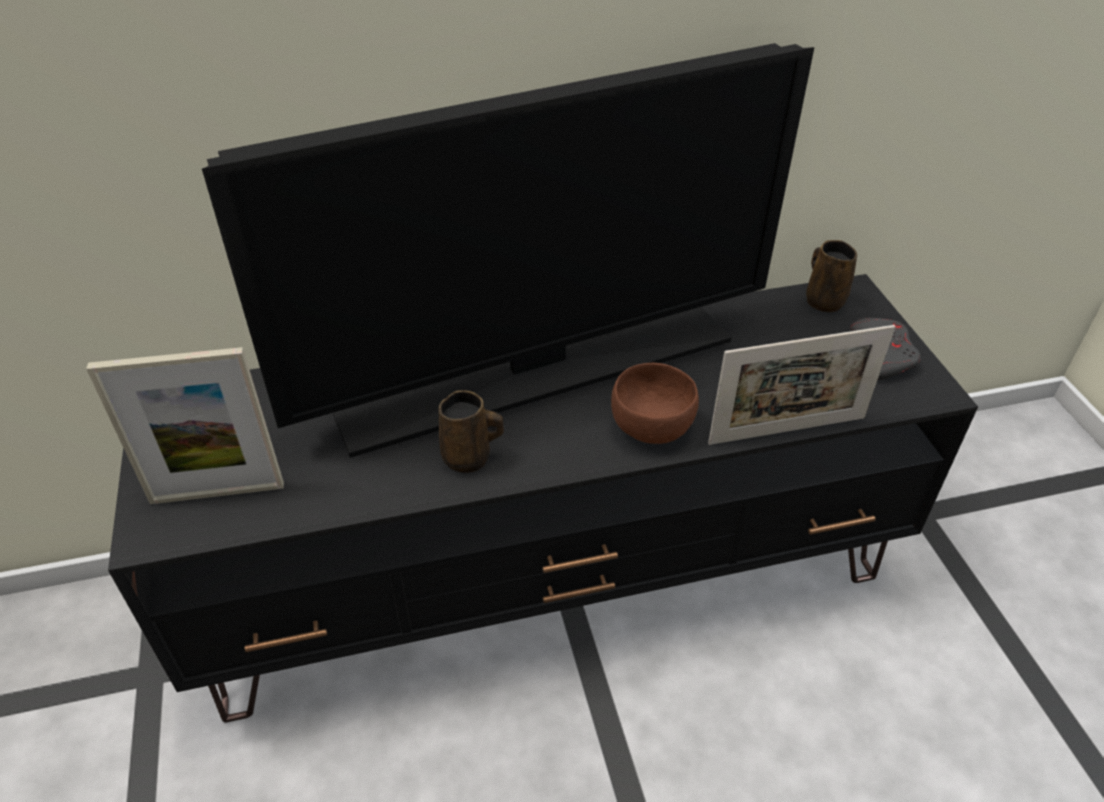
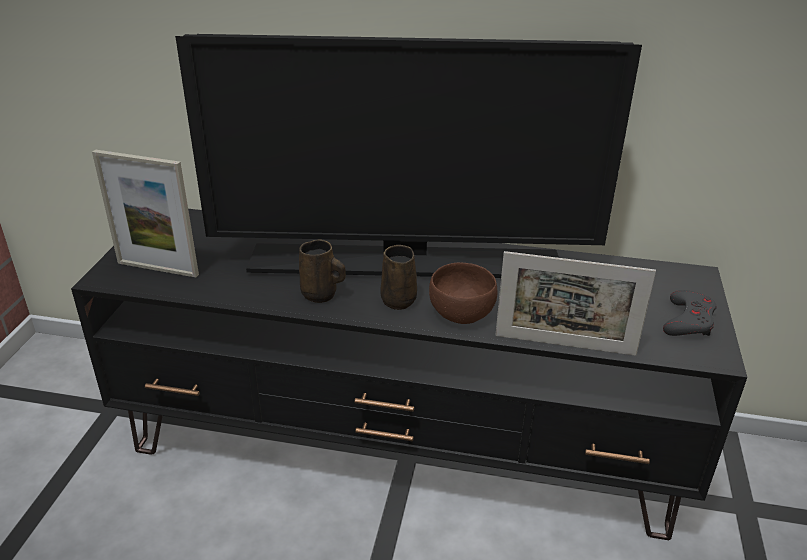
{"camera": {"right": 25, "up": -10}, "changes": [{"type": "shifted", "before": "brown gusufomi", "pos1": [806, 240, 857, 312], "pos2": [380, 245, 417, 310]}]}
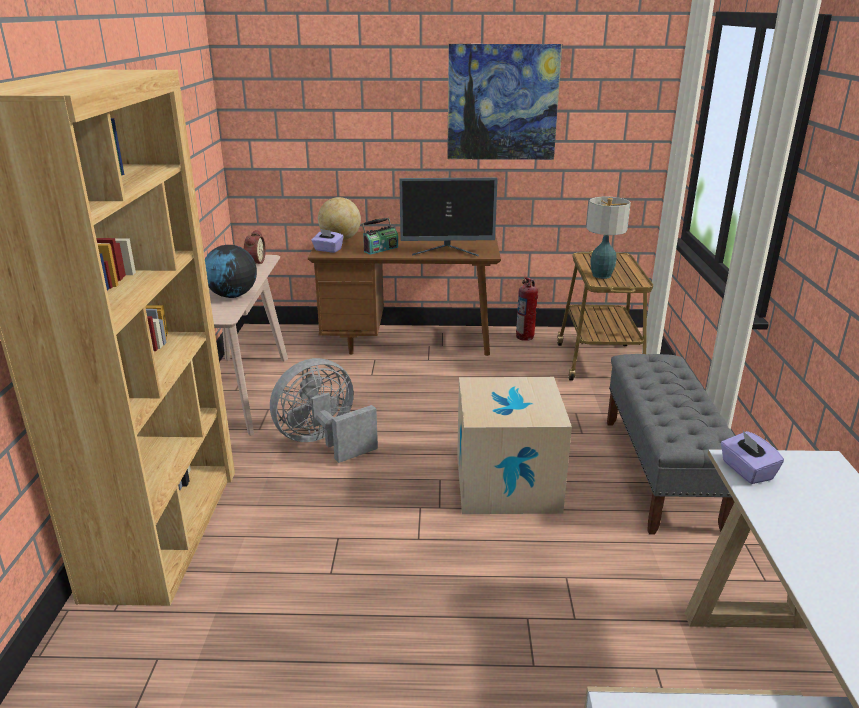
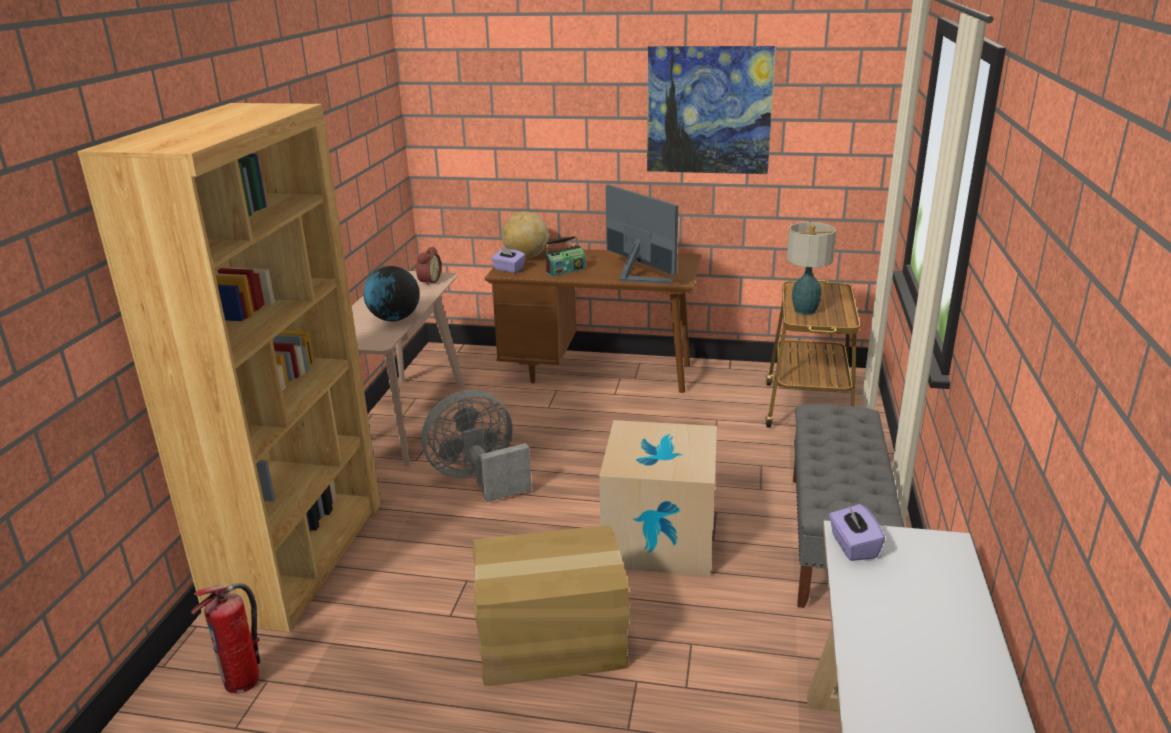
{"camera": {"right": 10, "up": 0}, "changes": [{"type": "rotated", "before": "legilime", "pos1": [399, 178, 498, 256], "pos2": [606, 185, 678, 284], "turn": -135}, {"type": "shifted", "before": "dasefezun", "pos1": [516, 277, 538, 341], "pos2": [191, 583, 260, 693]}, {"type": "new", "after": "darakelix", "pos2": [472, 526, 630, 686]}]}
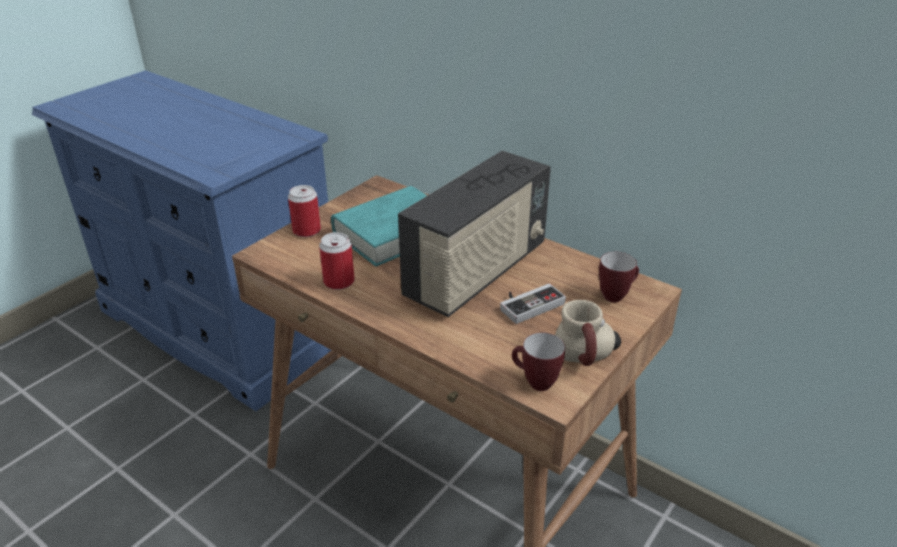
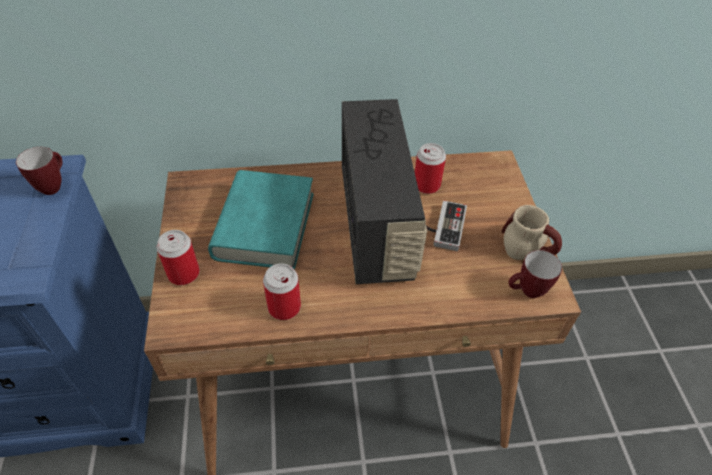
{"camera": {"right": -45, "up": 15}, "changes": [{"type": "shifted", "before": "gusufomi", "pos1": [599, 252, 639, 302], "pos2": [16, 147, 63, 195]}, {"type": "new", "after": "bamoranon", "pos2": [415, 143, 446, 194]}]}
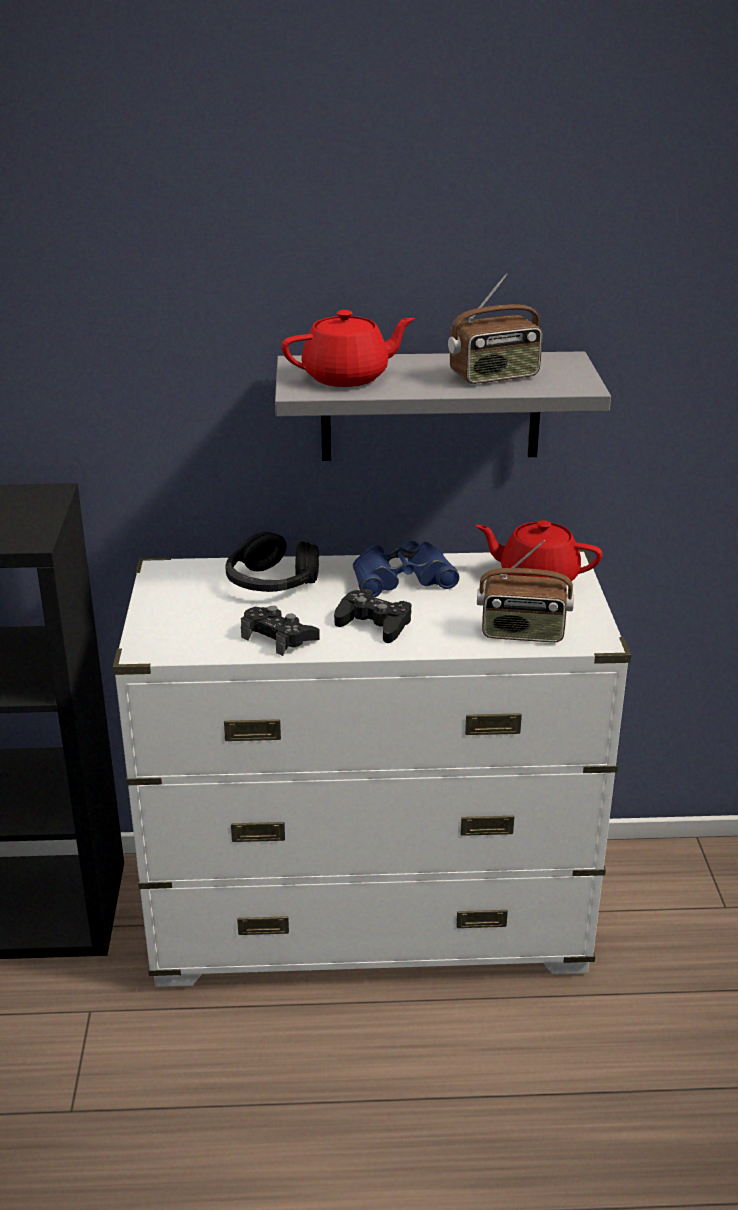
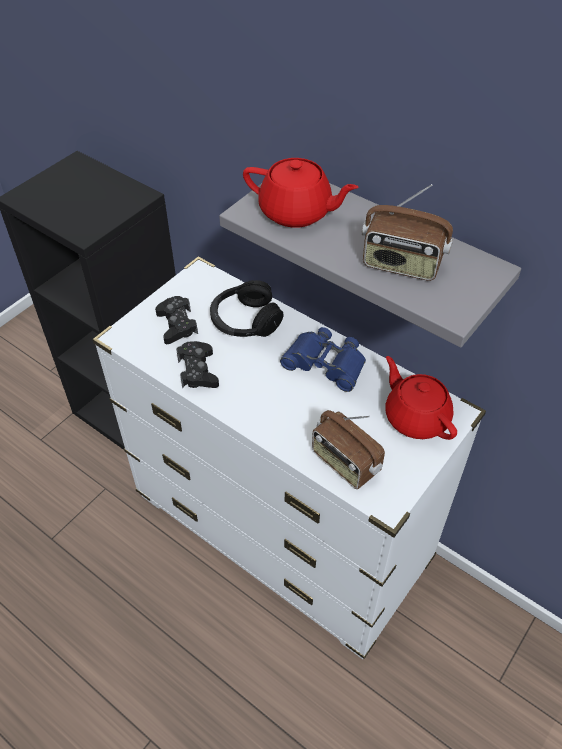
{"camera": {"right": 40, "up": 20}, "changes": [{"type": "shifted", "before": "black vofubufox", "pos1": [334, 589, 412, 643], "pos2": [155, 296, 198, 344]}]}
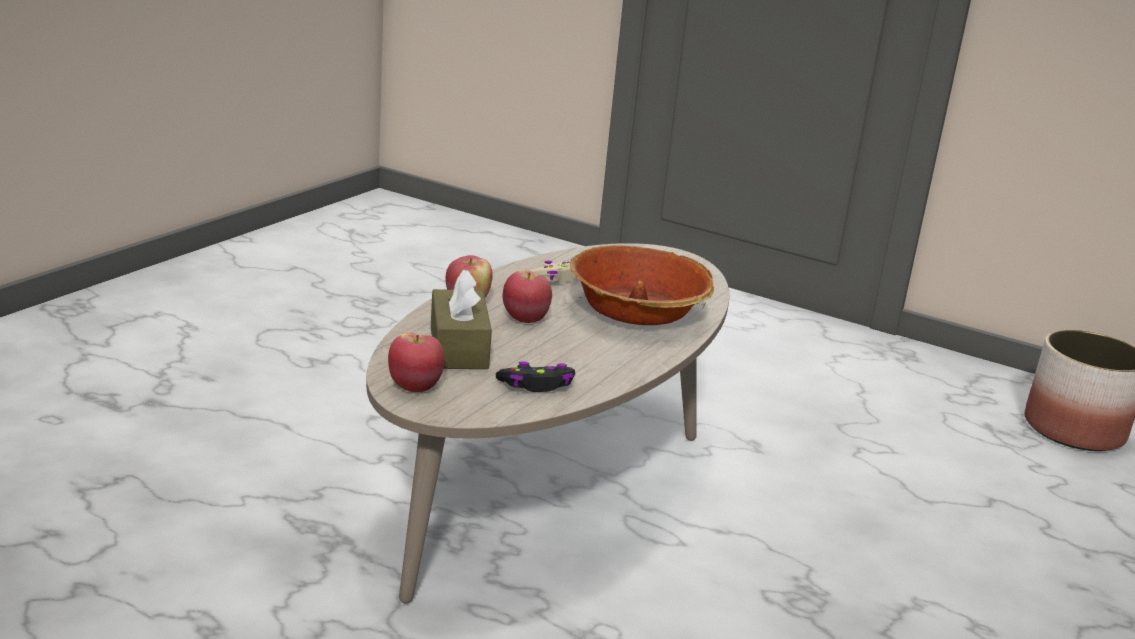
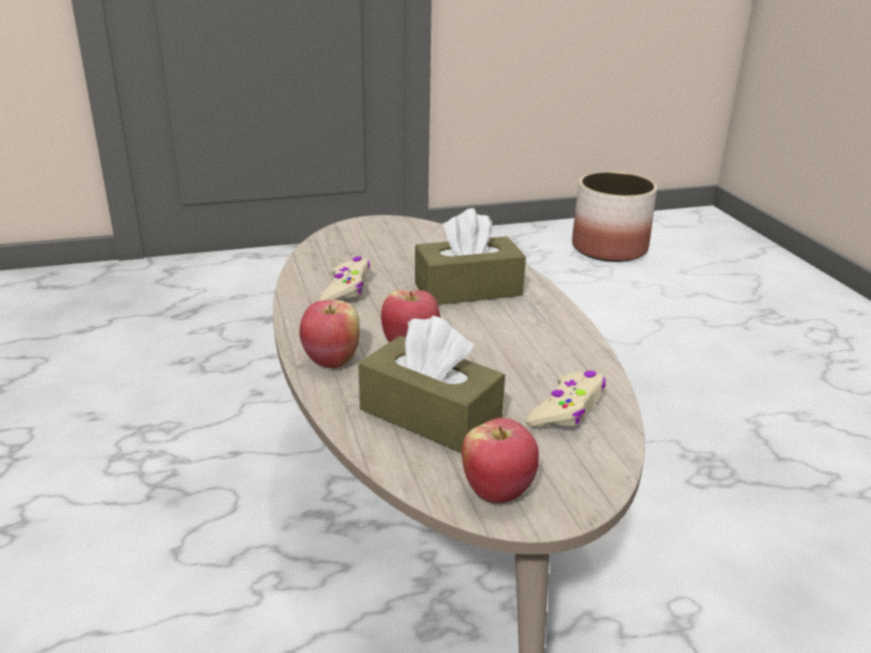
{"camera": {"right": -45, "up": 5}, "changes": [{"type": "swapped", "before": "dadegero", "after": "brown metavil", "pos1": [570, 245, 714, 325], "pos2": [415, 208, 526, 305]}, {"type": "repainted", "before": "black vofubufox", "after": "beige vofubufox", "pos1": [496, 361, 575, 392], "pos2": [525, 371, 606, 428]}]}
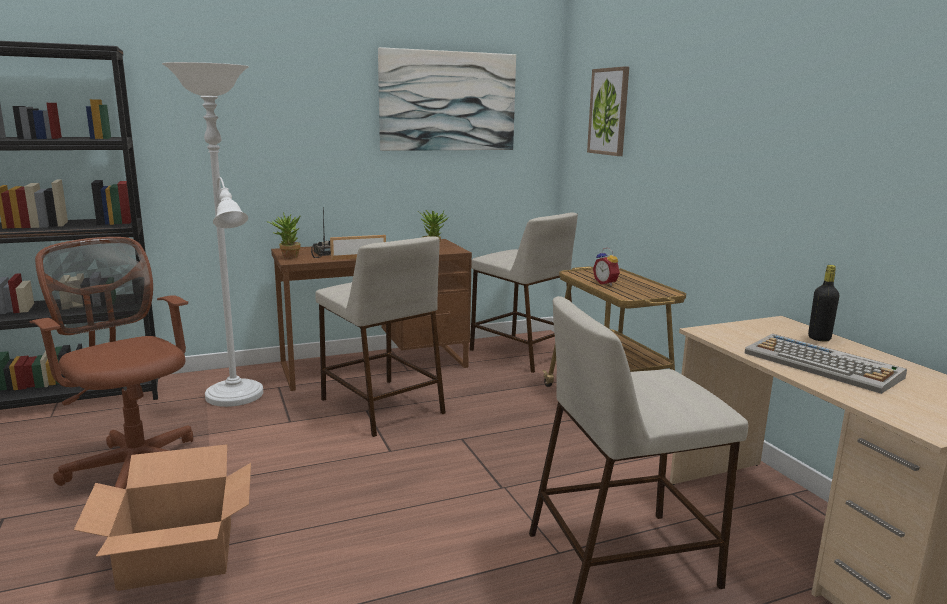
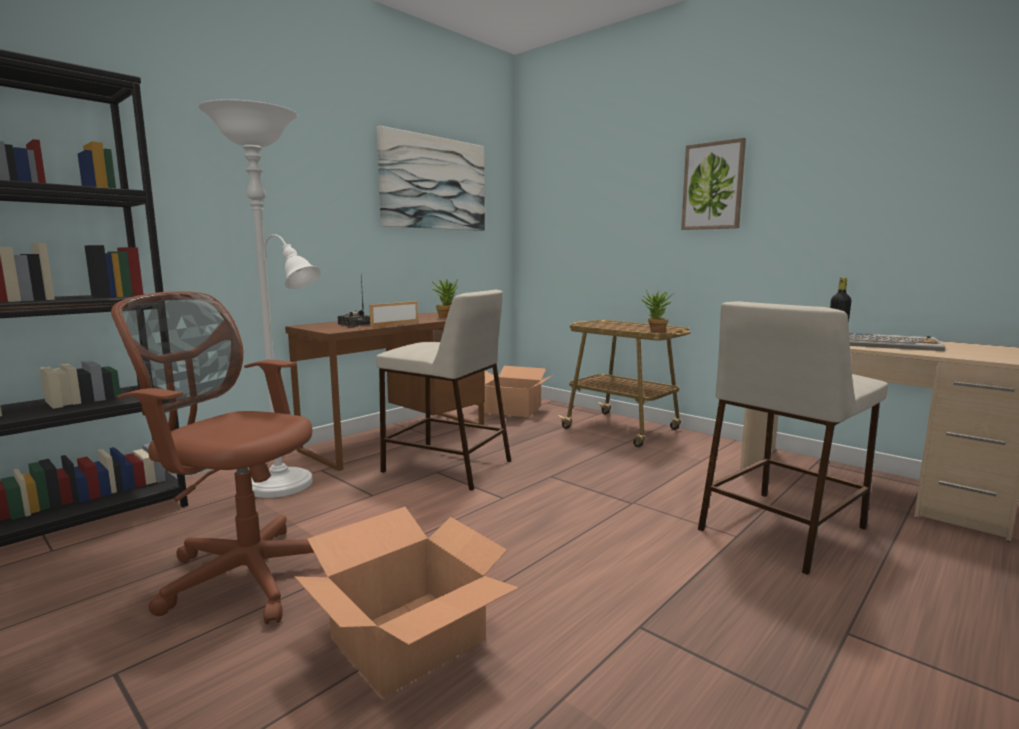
{"camera": {"right": -25, "up": -5}, "changes": [{"type": "shifted", "before": "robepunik", "pos1": [587, 66, 629, 156], "pos2": [681, 138, 746, 230]}, {"type": "shifted", "before": "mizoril", "pos1": [267, 212, 301, 259], "pos2": [641, 290, 675, 333]}, {"type": "swapped", "before": "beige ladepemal", "after": "darakelix", "pos1": [470, 213, 578, 373], "pos2": [484, 366, 551, 417]}, {"type": "gone", "before": "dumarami", "pos1": [593, 248, 620, 286]}]}
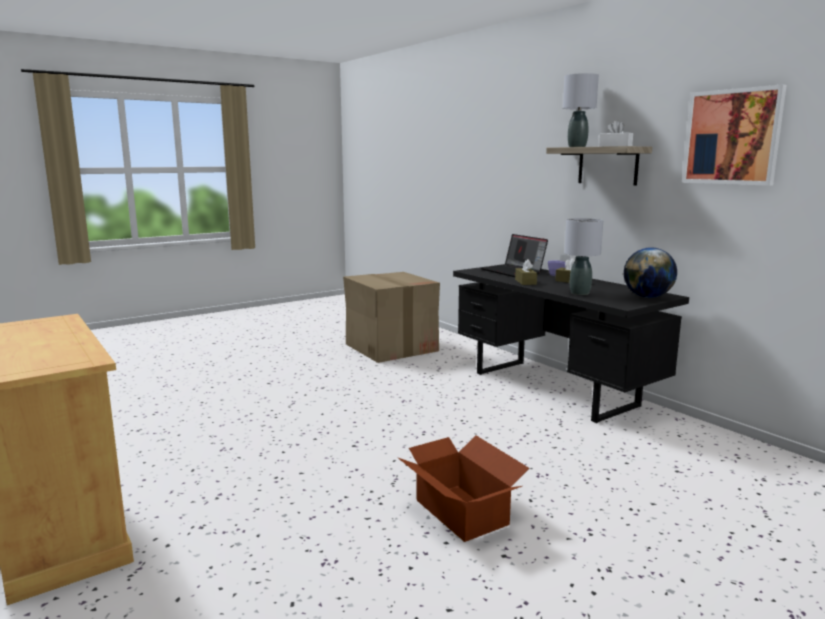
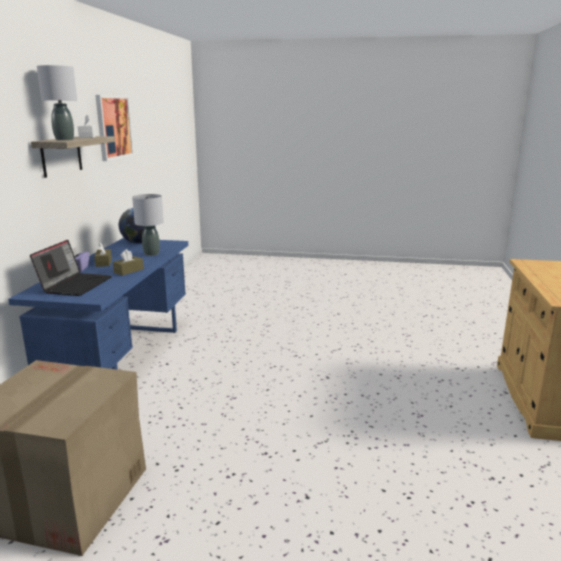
{"camera": {"right": -135, "up": 5}, "changes": [{"type": "repainted", "before": "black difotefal", "after": "blue difotefal", "pos1": [453, 264, 689, 423], "pos2": [8, 238, 188, 370]}, {"type": "gone", "before": "darakelix", "pos1": [398, 436, 529, 542]}]}
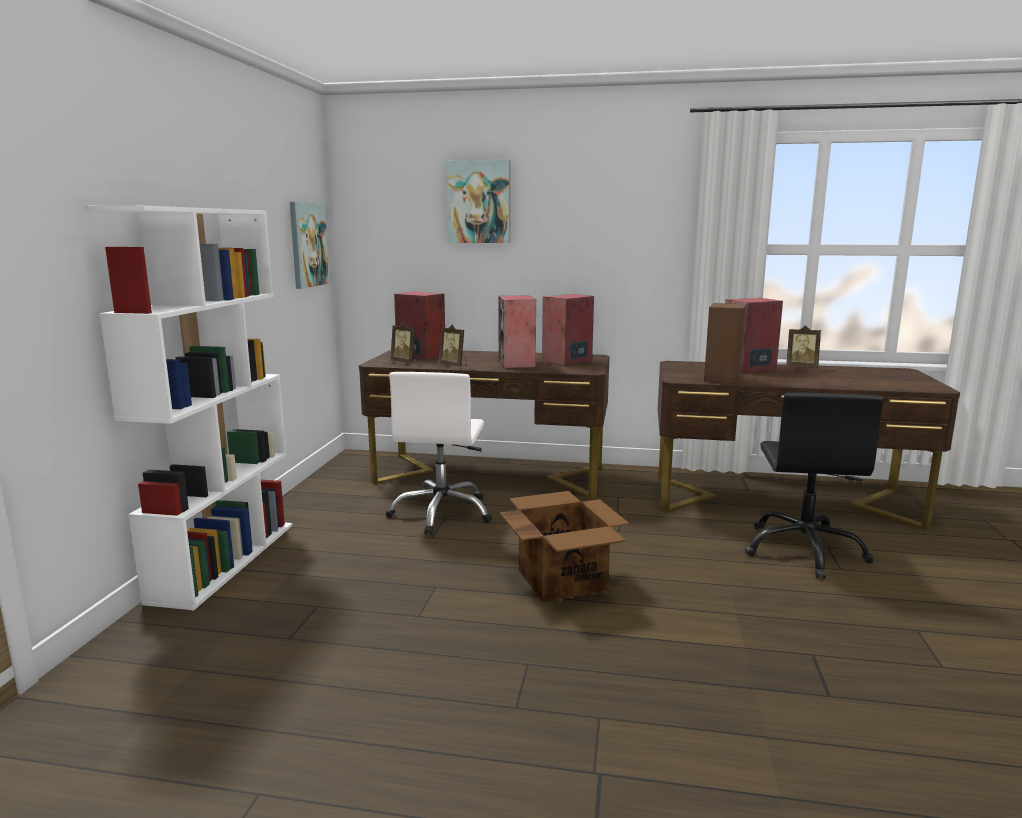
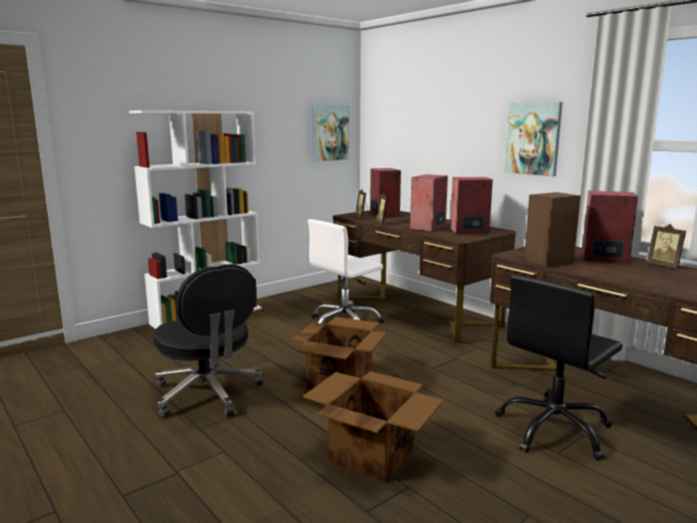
{"camera": {"right": 40, "up": 0}, "changes": [{"type": "shifted", "before": "robepunik", "pos1": [446, 160, 510, 243], "pos2": [504, 102, 562, 176]}, {"type": "new", "after": "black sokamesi", "pos2": [153, 264, 263, 418]}, {"type": "new", "after": "darakelix", "pos2": [303, 371, 444, 482]}]}
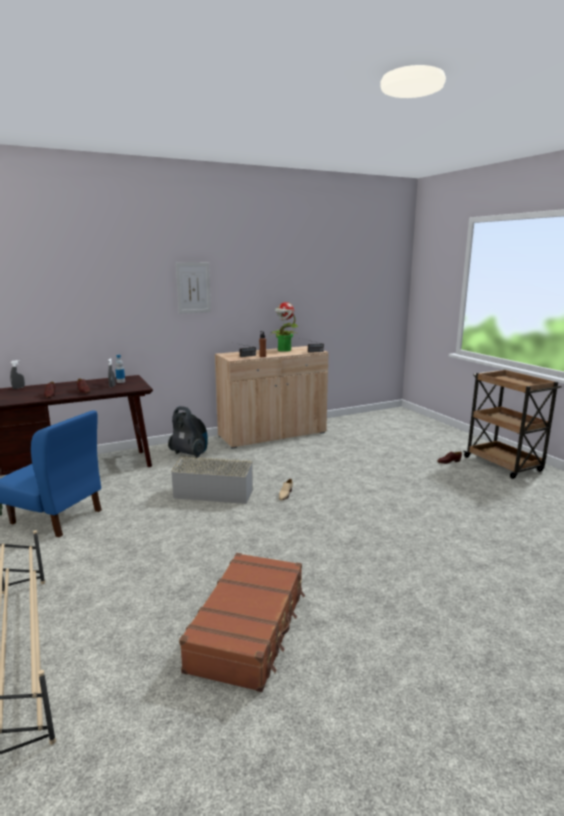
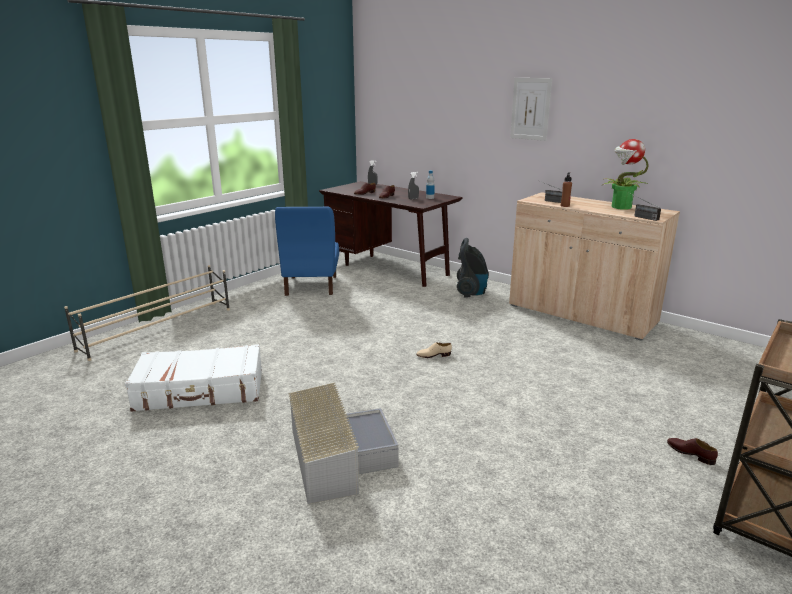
{"camera": {"right": 65, "up": 5}, "changes": [{"type": "shifted", "before": "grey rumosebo", "pos1": [171, 456, 253, 504], "pos2": [288, 383, 399, 504]}, {"type": "repainted", "before": "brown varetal", "after": "white varetal", "pos1": [179, 553, 305, 692], "pos2": [125, 344, 262, 412]}]}
